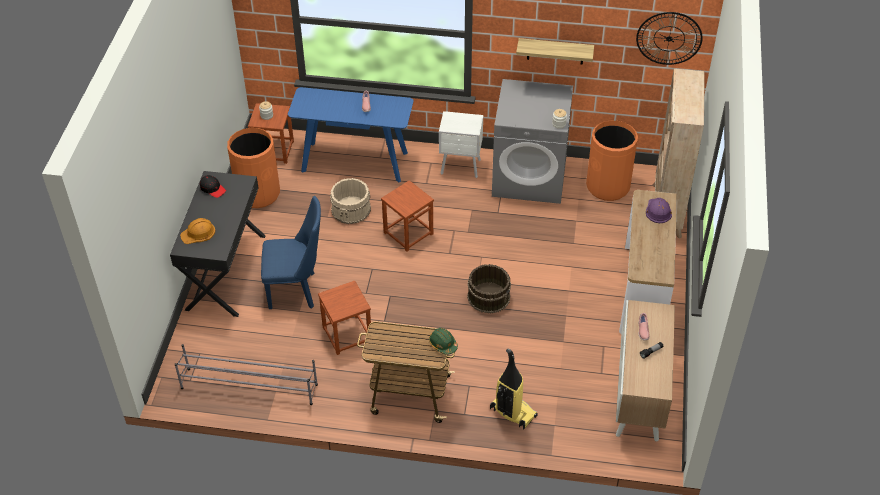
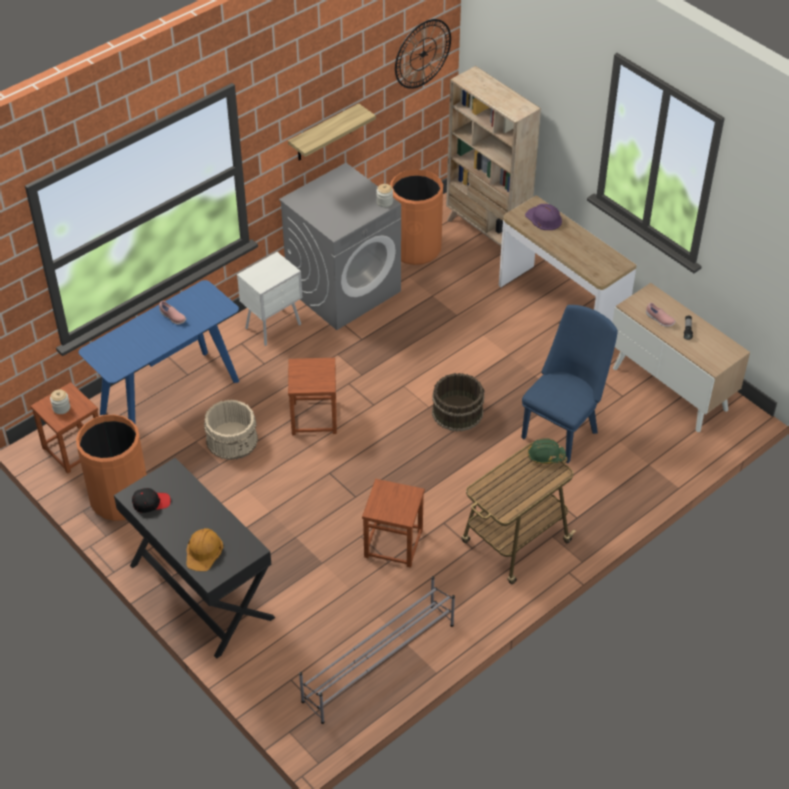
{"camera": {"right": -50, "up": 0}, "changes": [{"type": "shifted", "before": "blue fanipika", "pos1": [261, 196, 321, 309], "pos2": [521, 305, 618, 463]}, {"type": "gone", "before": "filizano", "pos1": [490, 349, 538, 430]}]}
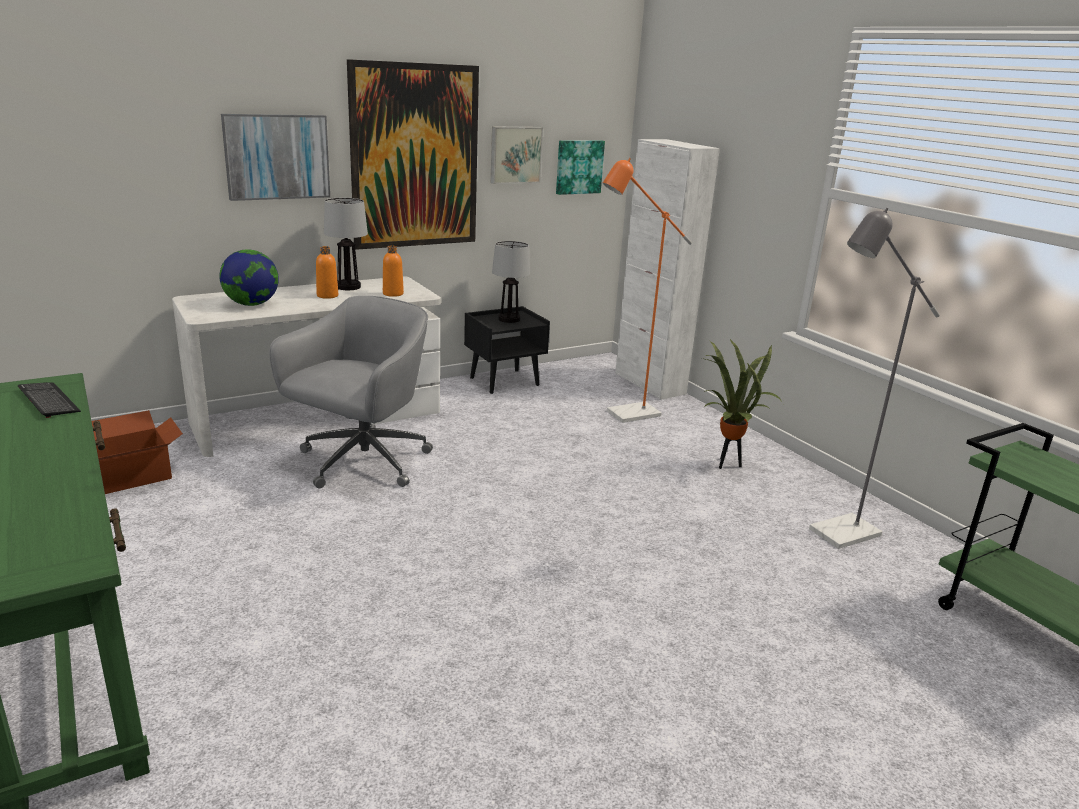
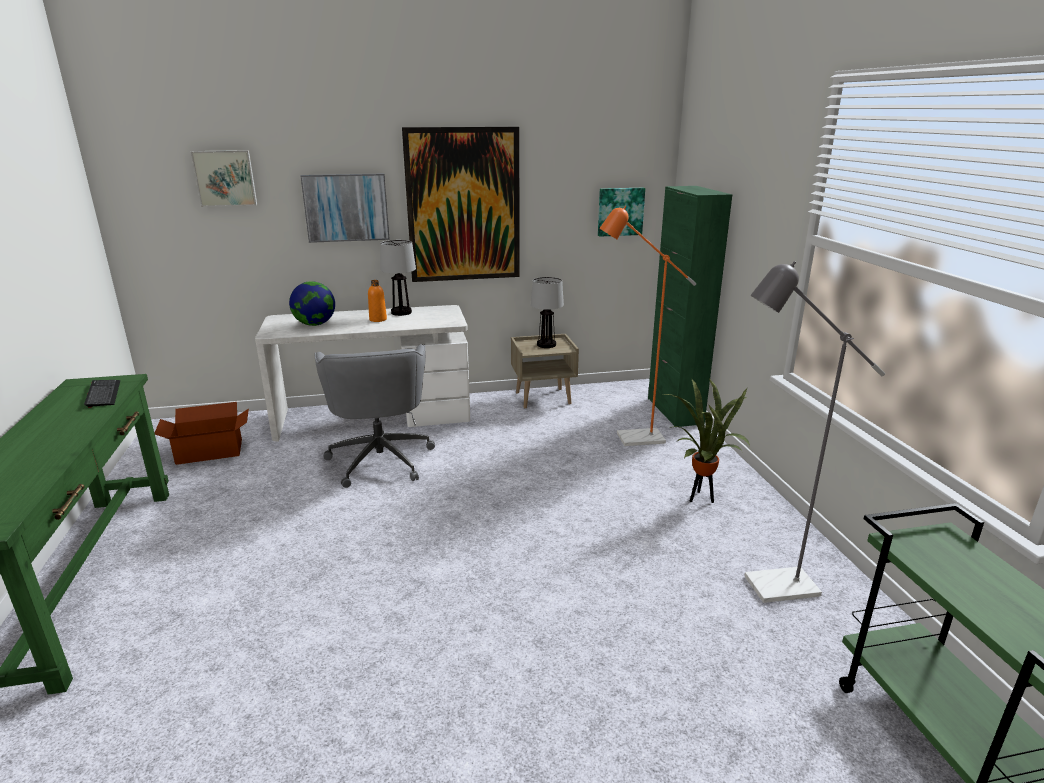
{"camera": {"right": 20, "up": 0}, "changes": [{"type": "shifted", "before": "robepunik", "pos1": [490, 127, 543, 184], "pos2": [191, 150, 257, 207]}, {"type": "repainted", "before": "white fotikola", "after": "green fotikola", "pos1": [615, 139, 720, 400], "pos2": [648, 186, 732, 427]}, {"type": "gone", "before": "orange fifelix", "pos1": [383, 246, 404, 297]}, {"type": "rotated", "before": "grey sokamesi", "pos1": [269, 296, 433, 488], "pos2": [315, 344, 435, 488], "turn": 120}, {"type": "repainted", "before": "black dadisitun", "after": "beige dadisitun", "pos1": [464, 306, 550, 394], "pos2": [511, 334, 579, 408]}]}
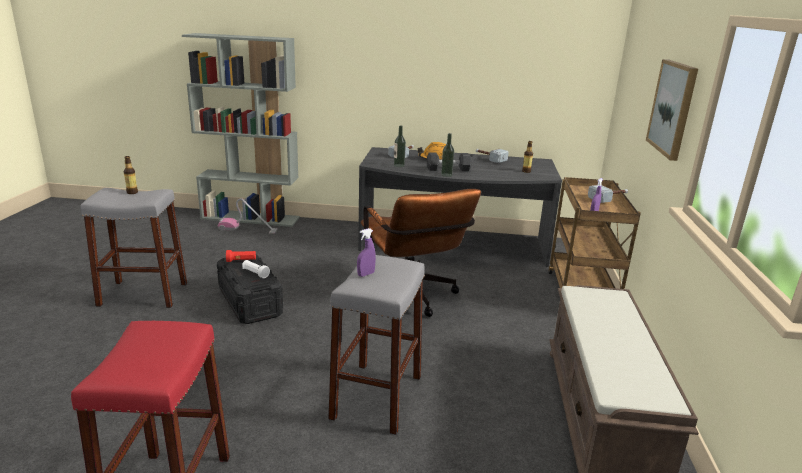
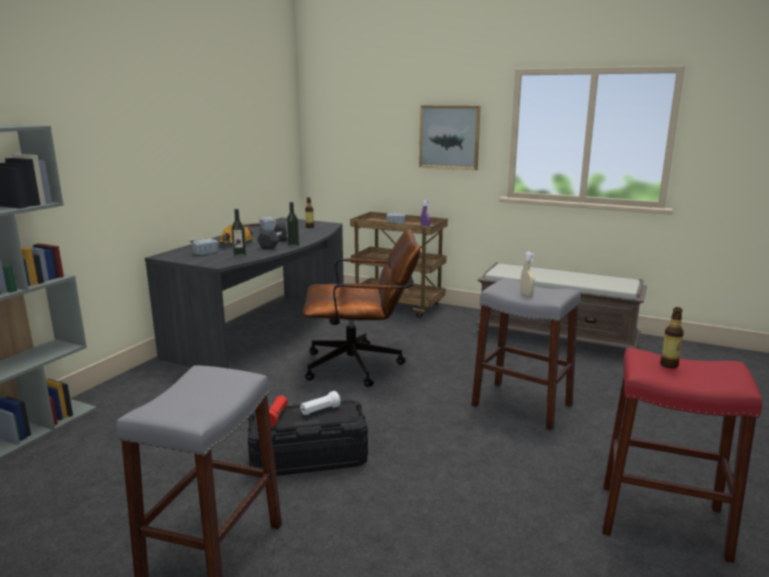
{"camera": {"right": -70, "up": -5}, "changes": [{"type": "shifted", "before": "fifelix", "pos1": [124, 156, 138, 194], "pos2": [660, 307, 684, 369]}, {"type": "gone", "before": "filizano", "pos1": [218, 198, 277, 234]}, {"type": "repainted", "before": "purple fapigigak", "after": "beige fapigigak", "pos1": [357, 228, 376, 277], "pos2": [520, 252, 535, 296]}]}
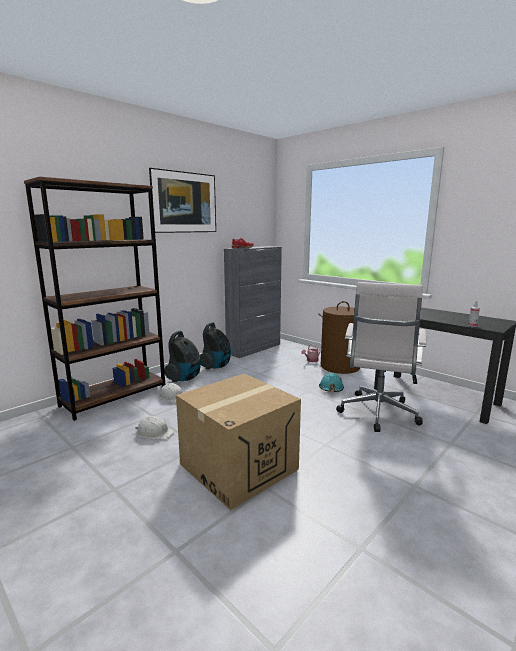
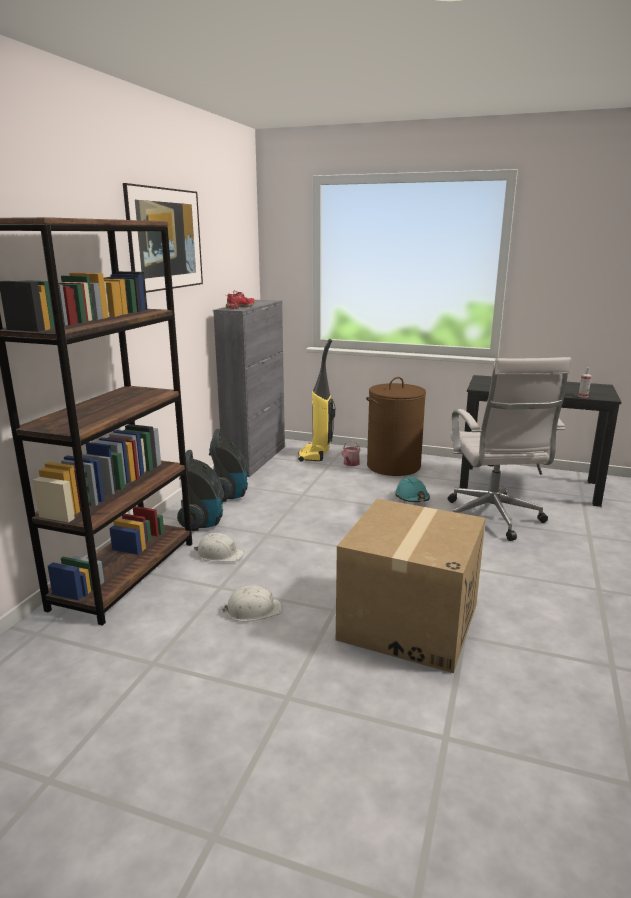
{"camera": {"right": -25, "up": 5}, "changes": [{"type": "new", "after": "filizano", "pos2": [298, 339, 335, 462]}]}
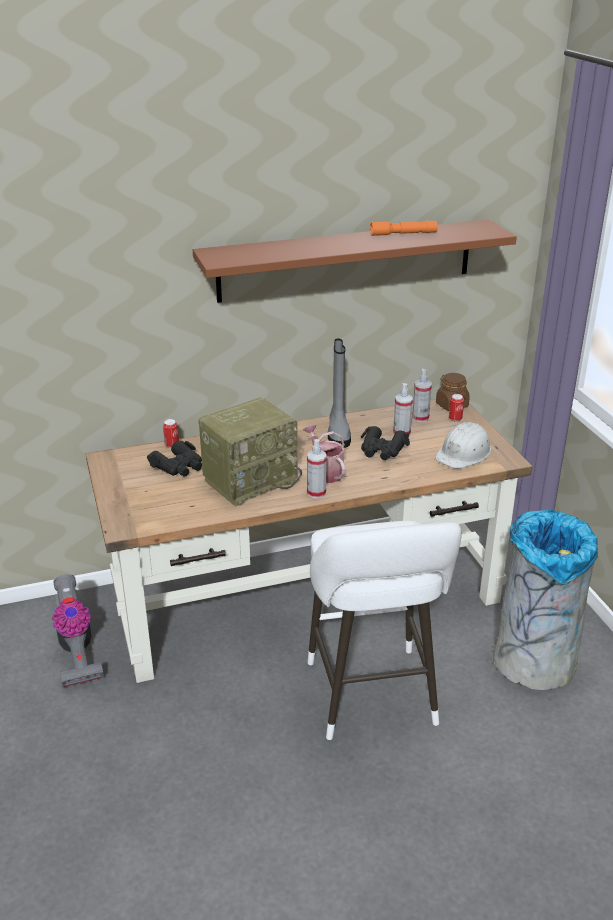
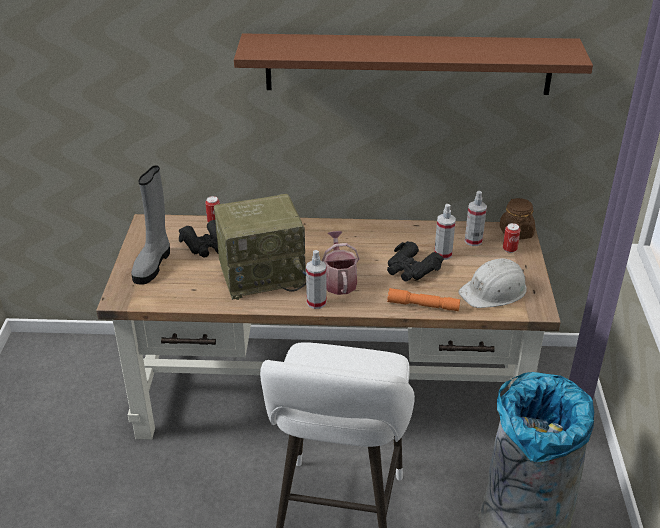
{"camera": {"right": 20, "up": 5}, "changes": [{"type": "shifted", "before": "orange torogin", "pos1": [370, 221, 438, 236], "pos2": [387, 288, 460, 311]}, {"type": "shifted", "before": "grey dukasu", "pos1": [328, 339, 351, 448], "pos2": [131, 165, 170, 284]}, {"type": "gone", "before": "filizano", "pos1": [52, 574, 104, 687]}]}
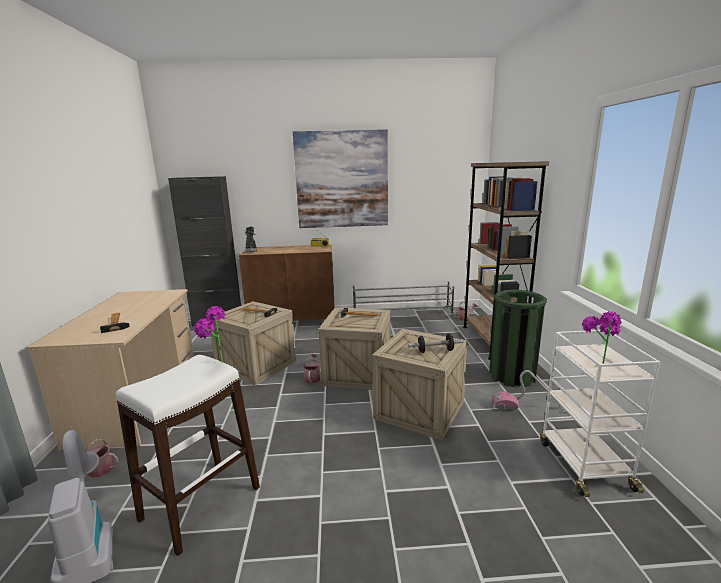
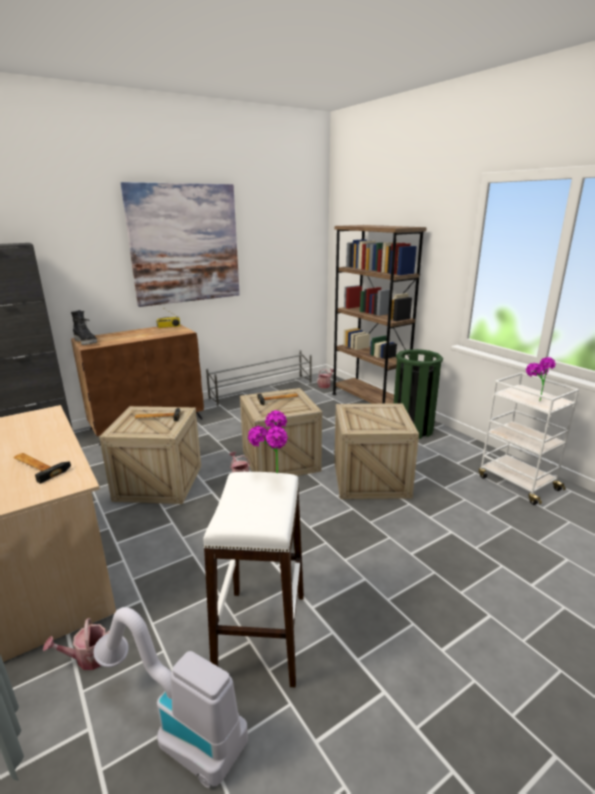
{"camera": {"right": -30, "up": 5}, "changes": [{"type": "gone", "before": "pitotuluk", "pos1": [408, 334, 464, 353]}, {"type": "gone", "before": "filizano", "pos1": [492, 370, 568, 414]}]}
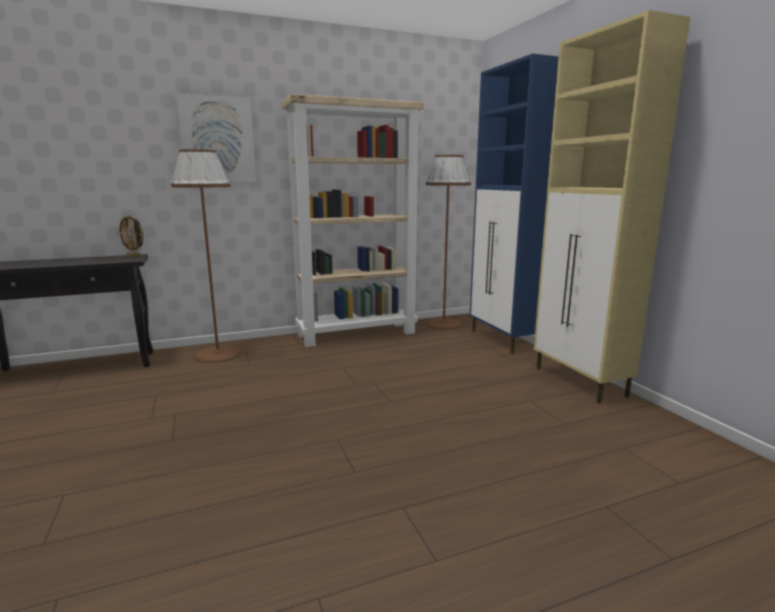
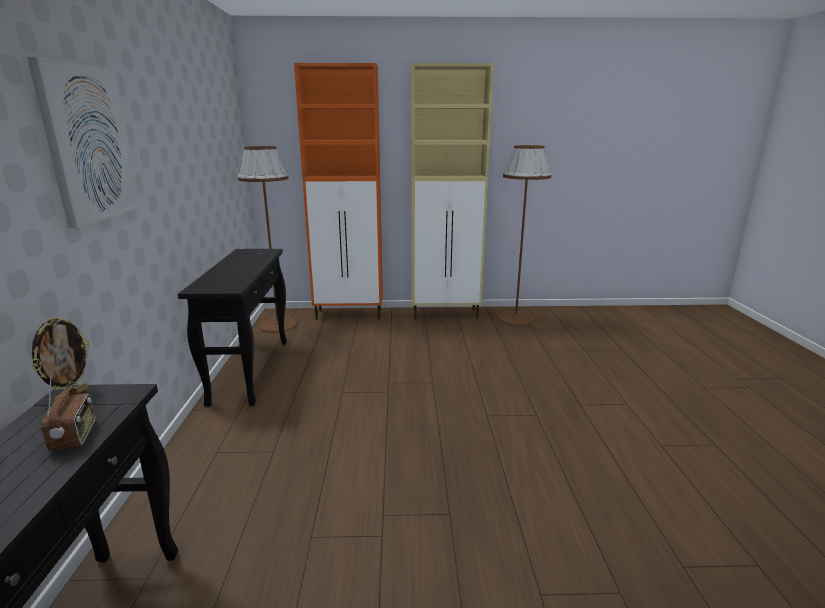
{"camera": {"right": -70, "up": 5}, "changes": [{"type": "repainted", "before": "blue fotikola", "after": "orange fotikola", "pos1": [470, 54, 559, 354], "pos2": [294, 63, 383, 320]}, {"type": "swapped", "before": "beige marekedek", "after": "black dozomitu", "pos1": [282, 94, 424, 347], "pos2": [178, 249, 287, 406]}, {"type": "shifted", "before": "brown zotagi", "pos1": [171, 149, 240, 363], "pos2": [498, 145, 551, 326]}, {"type": "new", "after": "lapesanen", "pos2": [41, 376, 95, 451]}]}
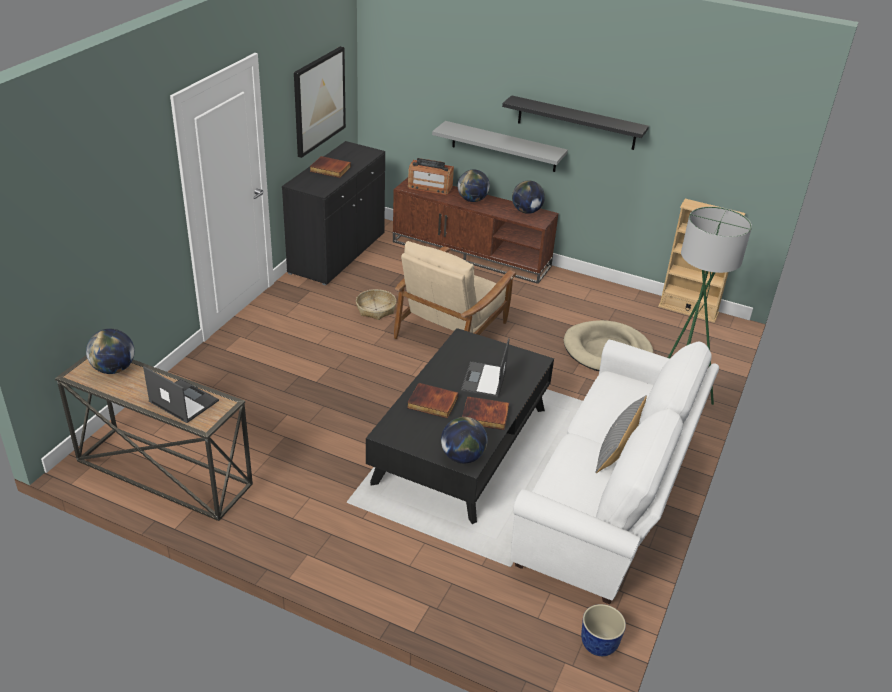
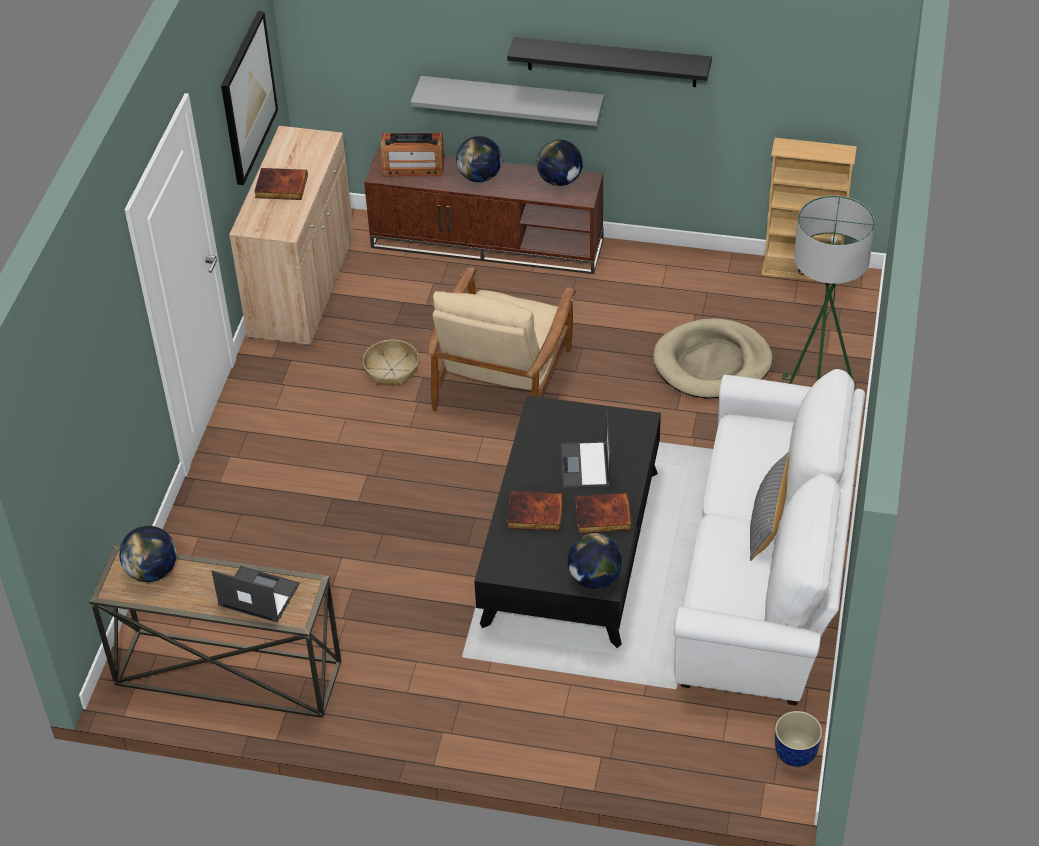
{"camera": {"right": -10, "up": 10}, "changes": [{"type": "repainted", "before": "black fotikola", "after": "beige fotikola", "pos1": [282, 141, 385, 286], "pos2": [229, 126, 354, 346]}]}
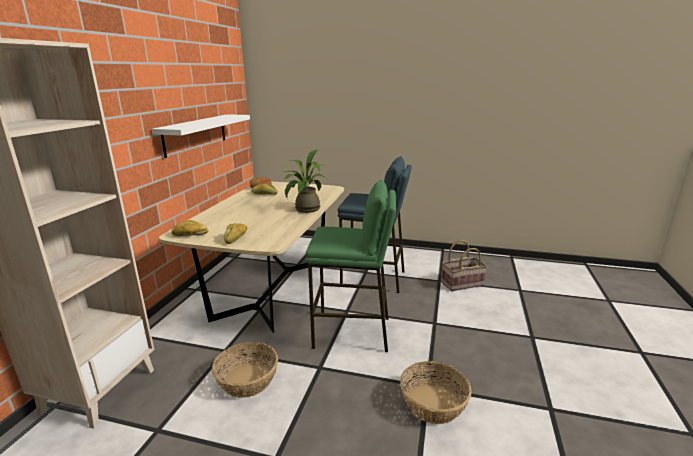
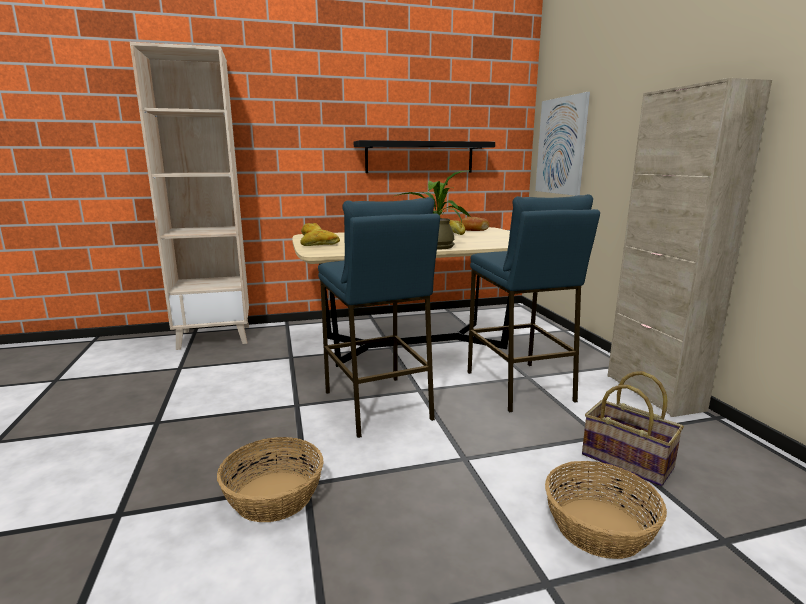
{"camera": {"right": 60, "up": -5}, "changes": [{"type": "repainted", "before": "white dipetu", "after": "black dipetu", "pos1": [152, 114, 250, 158], "pos2": [354, 140, 495, 173]}, {"type": "repainted", "before": "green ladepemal", "after": "blue ladepemal", "pos1": [306, 180, 396, 352], "pos2": [318, 197, 440, 438]}, {"type": "shifted", "before": "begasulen", "pos1": [212, 342, 278, 398], "pos2": [545, 461, 667, 559]}, {"type": "new", "after": "beige fotikola", "pos2": [608, 78, 772, 417]}, {"type": "new", "after": "robepunik", "pos2": [535, 92, 590, 196]}]}
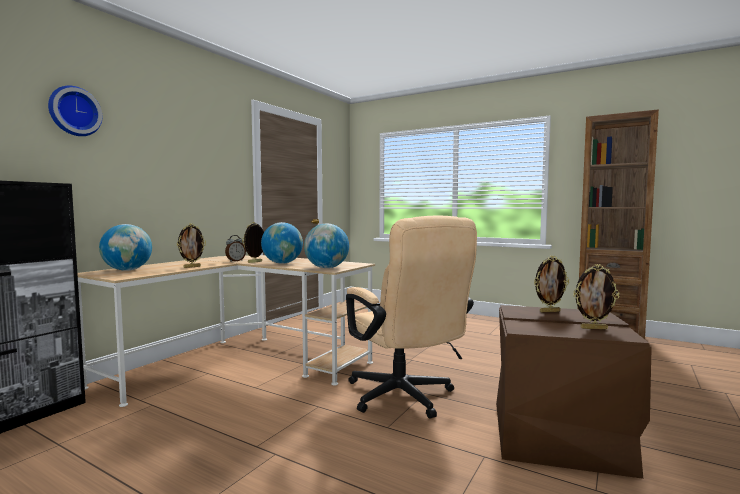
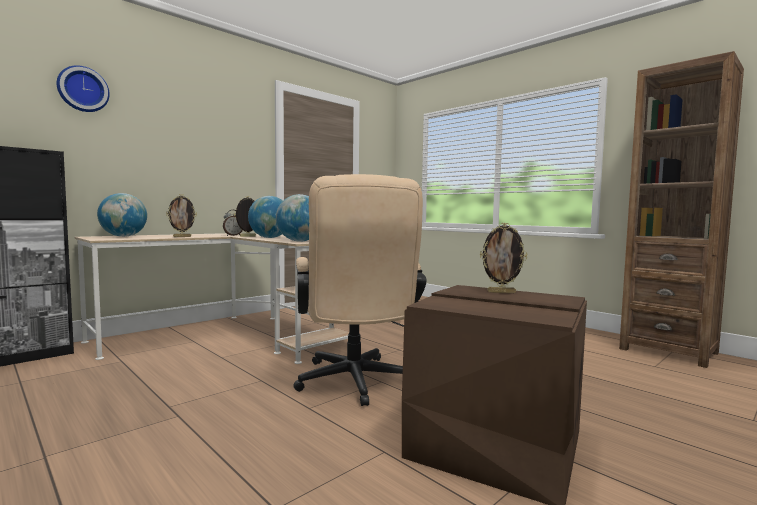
{"camera": {"right": 15, "up": 0}, "changes": [{"type": "gone", "before": "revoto", "pos1": [573, 264, 619, 330]}]}
